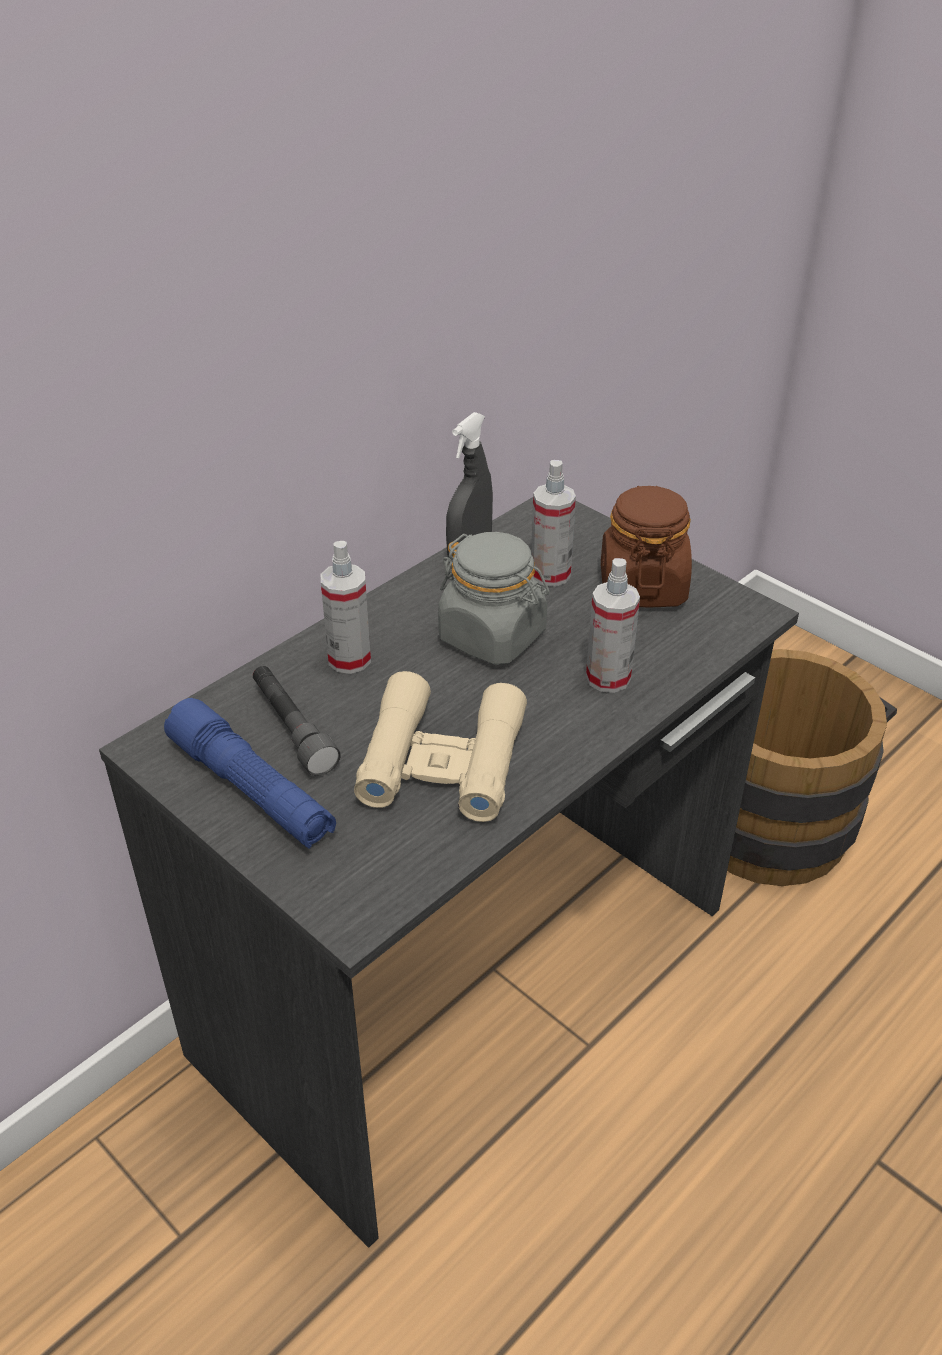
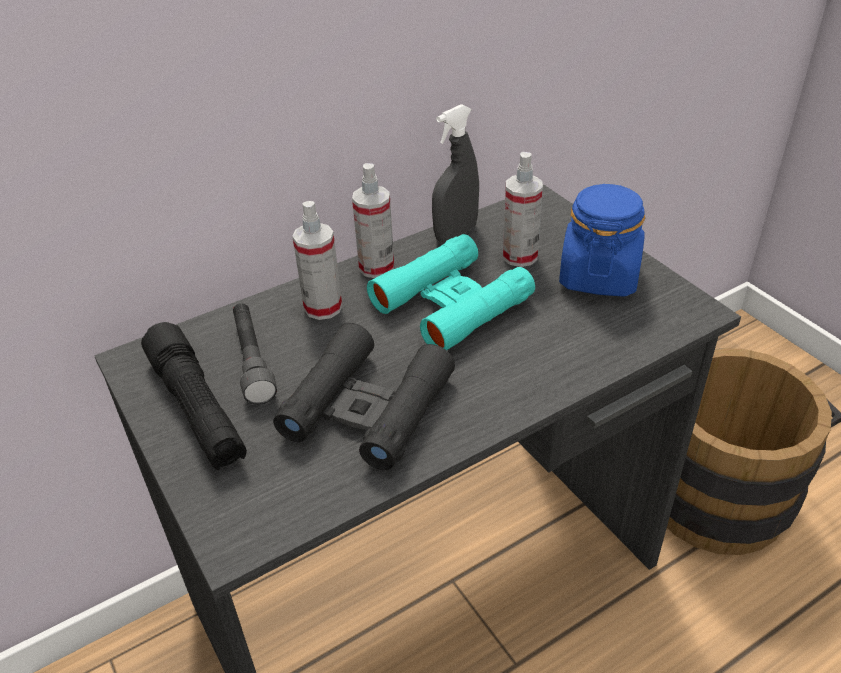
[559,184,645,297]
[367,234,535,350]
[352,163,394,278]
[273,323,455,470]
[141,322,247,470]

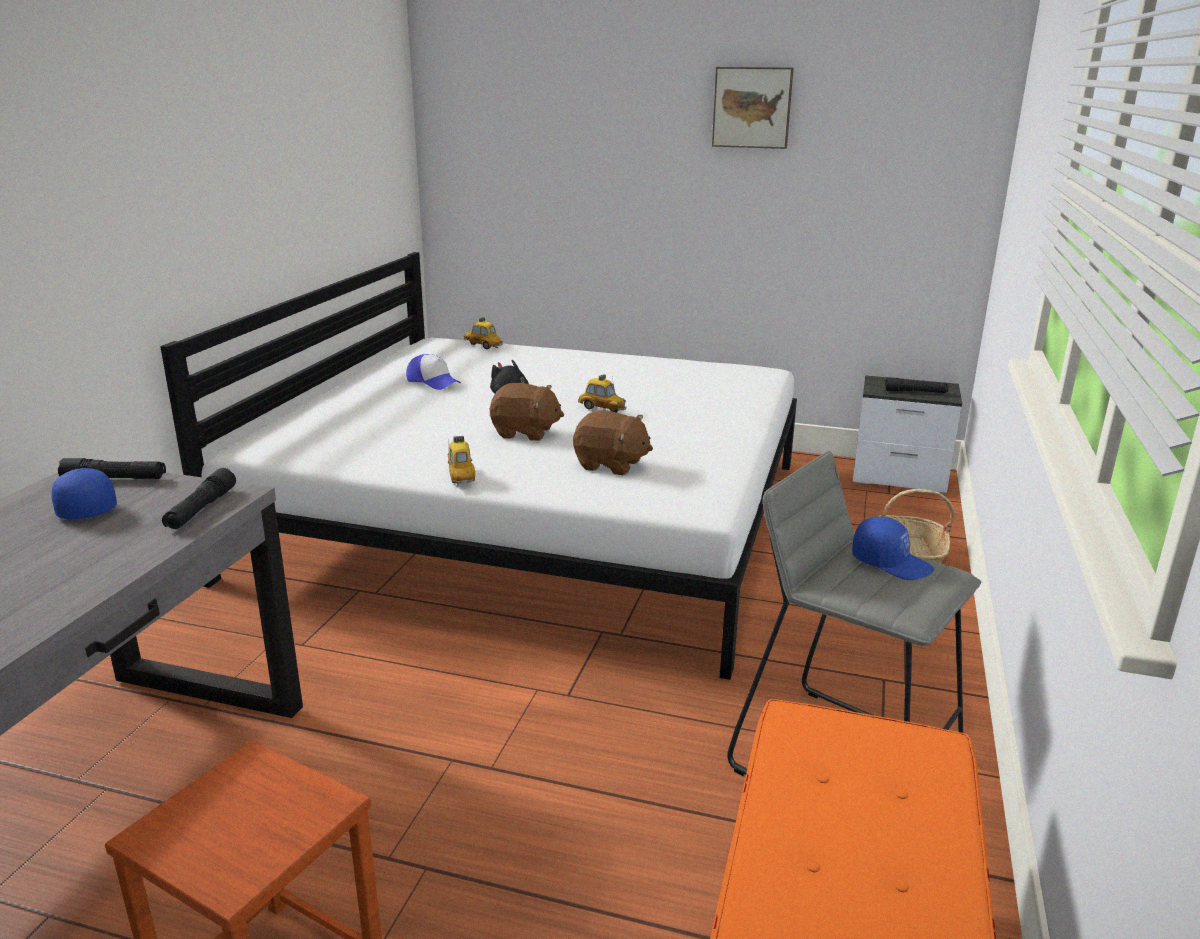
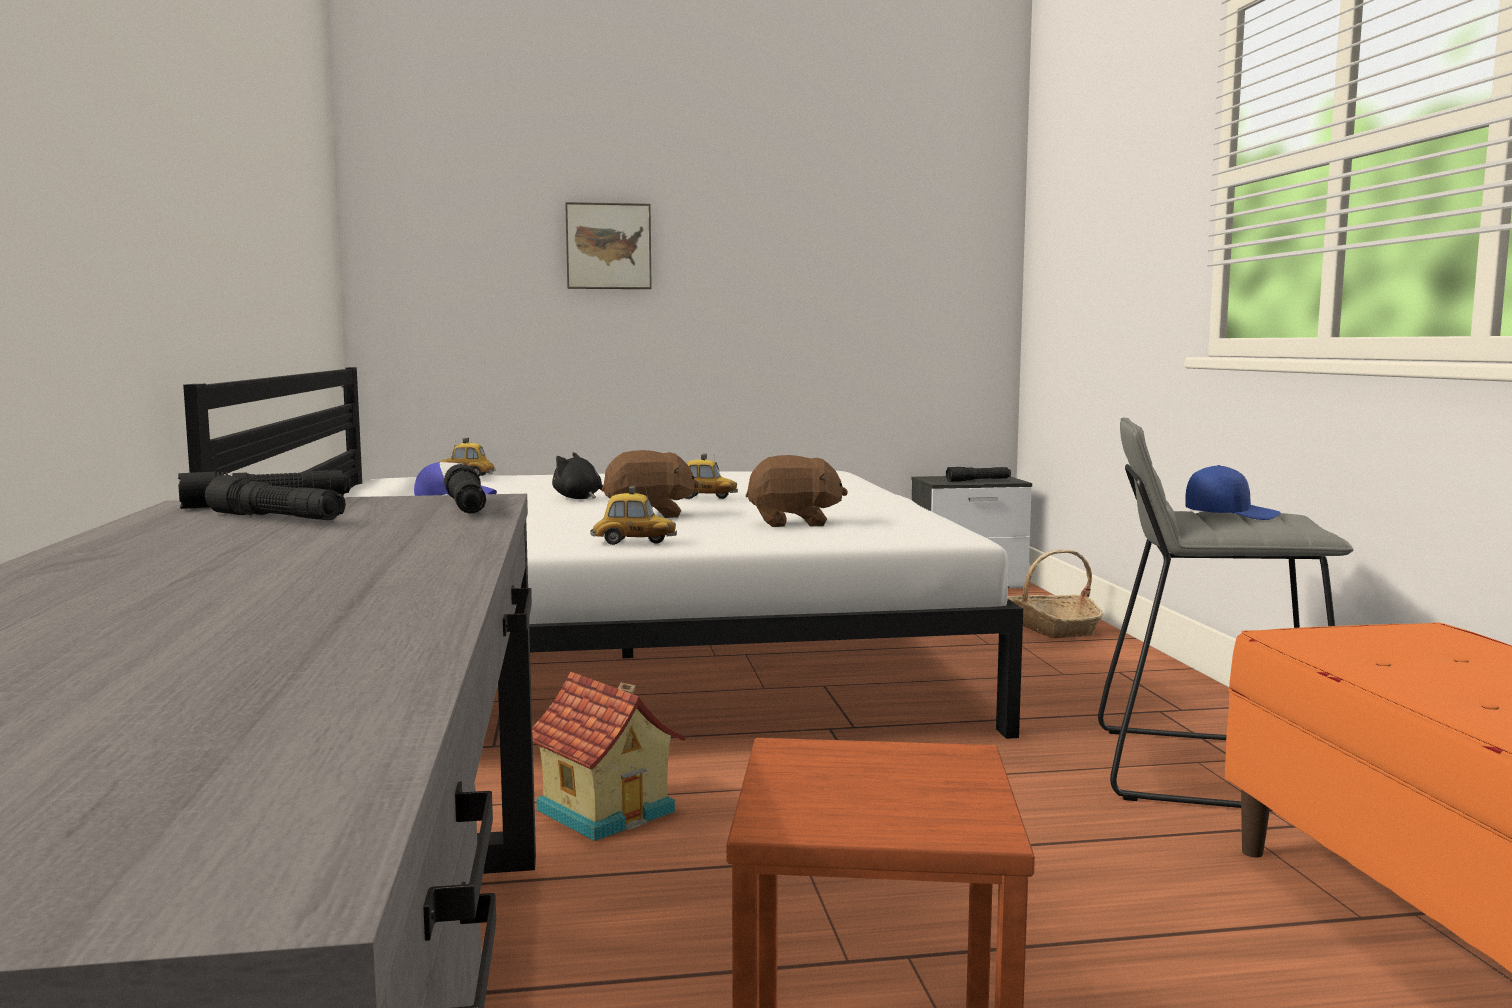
[565,202,652,289]
[590,486,677,545]
[205,476,346,520]
[532,672,686,841]

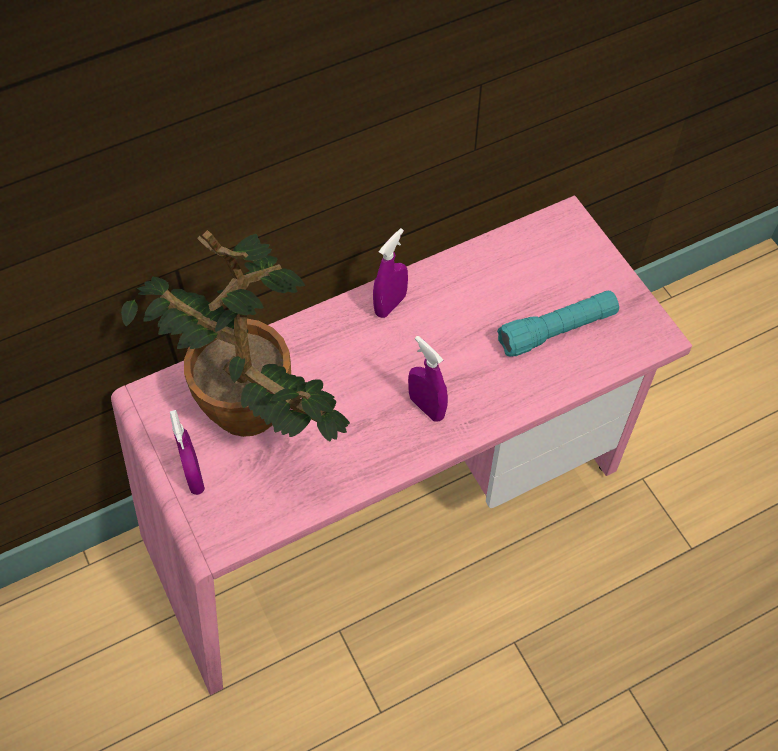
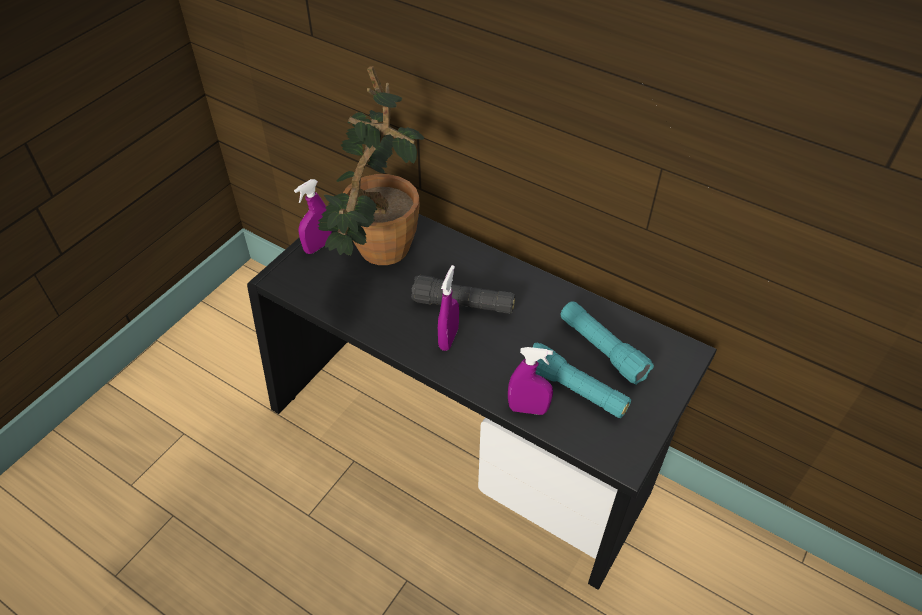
[247,214,717,590]
[508,347,553,415]
[411,275,515,314]
[561,301,654,385]

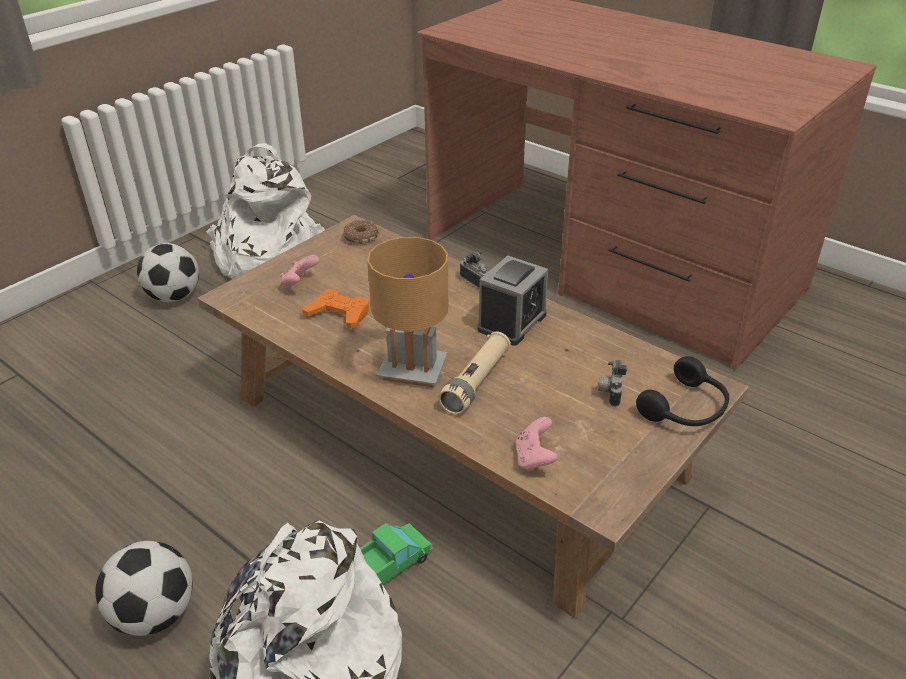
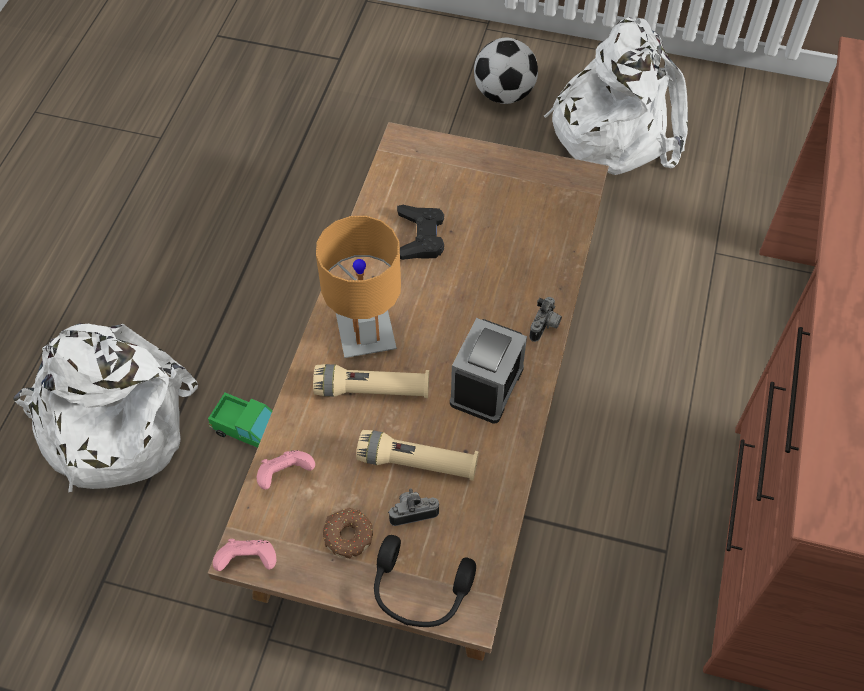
[323,508,373,559]
[213,539,276,571]
[450,318,527,424]
[397,205,444,260]
[95,541,193,636] (first image)
[356,430,479,481]

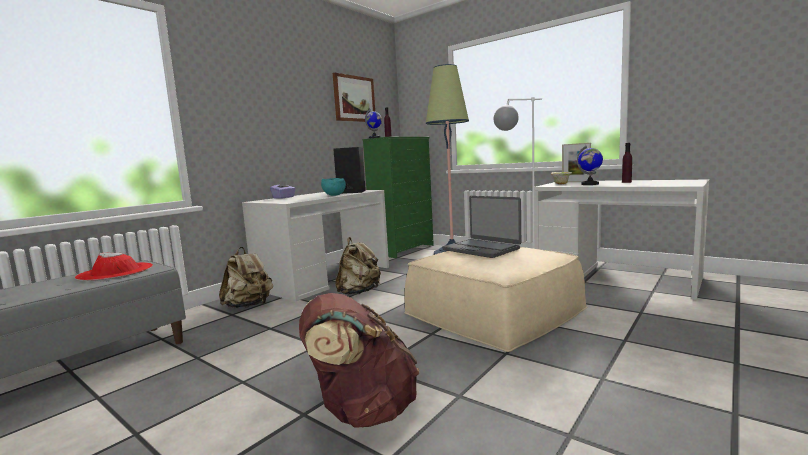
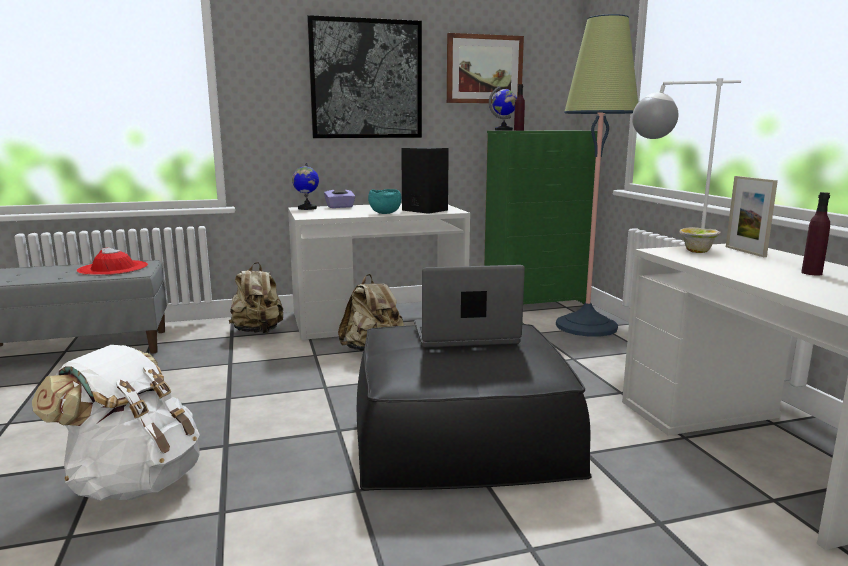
[292,163,319,210]
[414,265,525,348]
[357,324,592,491]
[32,345,200,501]
[307,15,422,138]

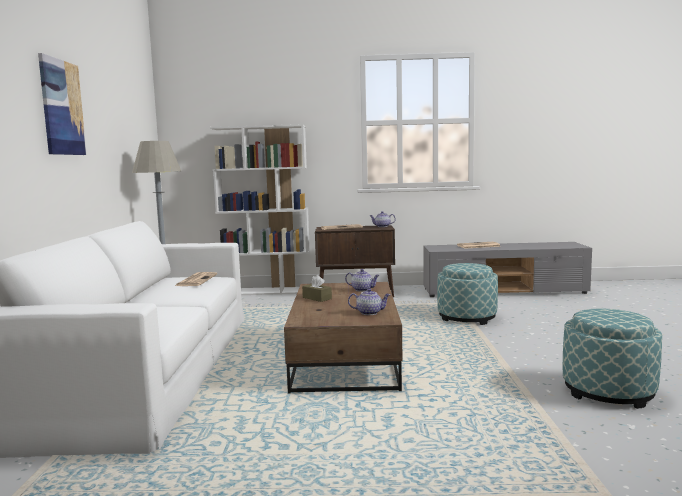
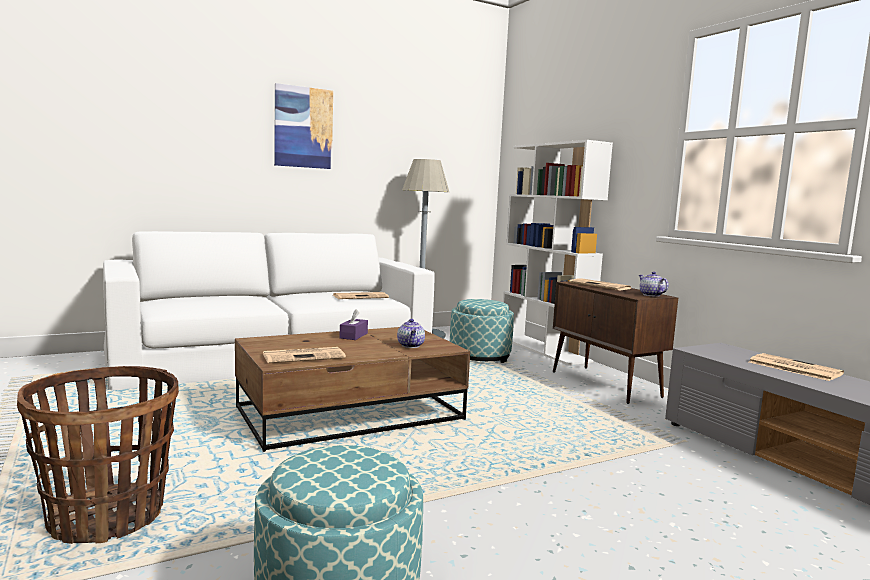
[450,299,514,363]
[339,309,368,340]
[263,347,346,363]
[17,366,179,544]

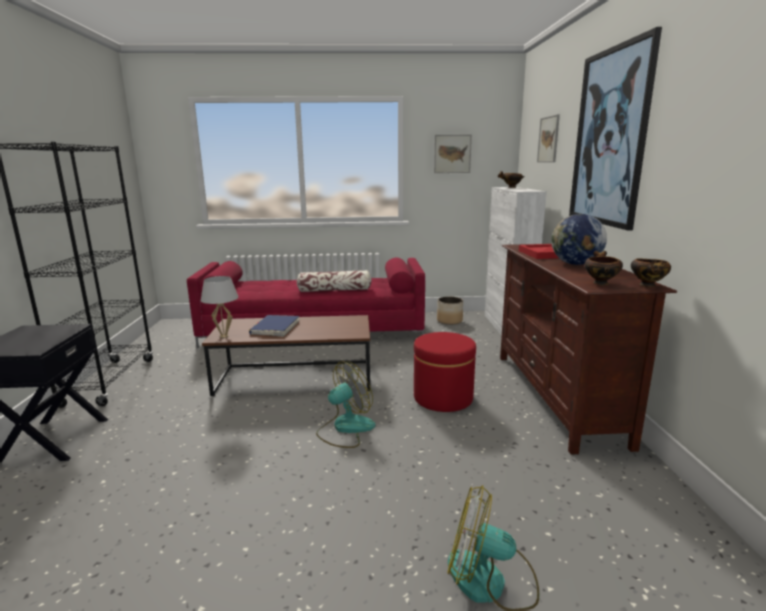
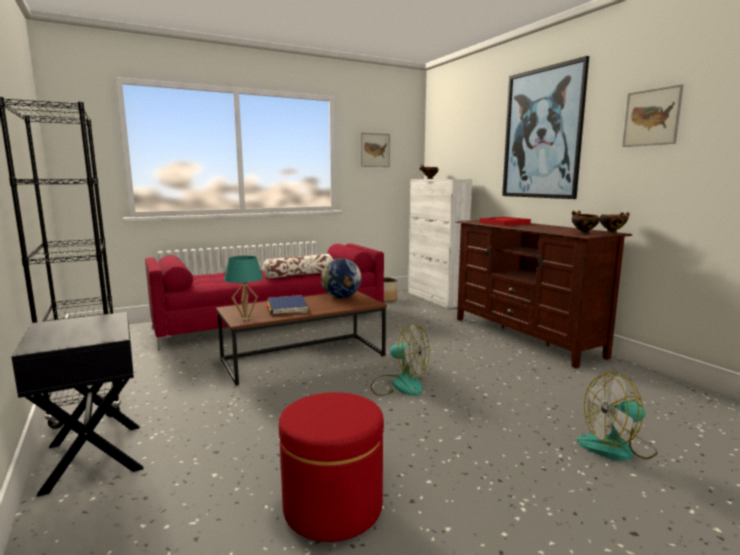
[622,84,684,147]
[321,258,361,298]
[224,256,263,321]
[279,392,384,542]
[371,323,430,396]

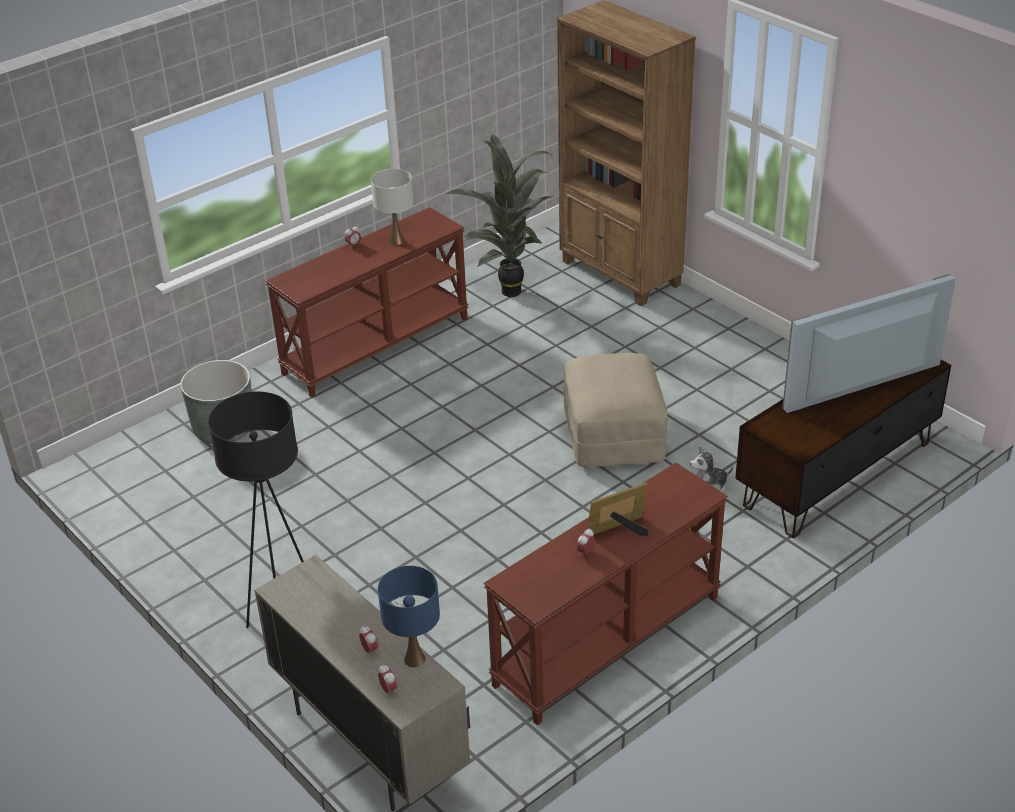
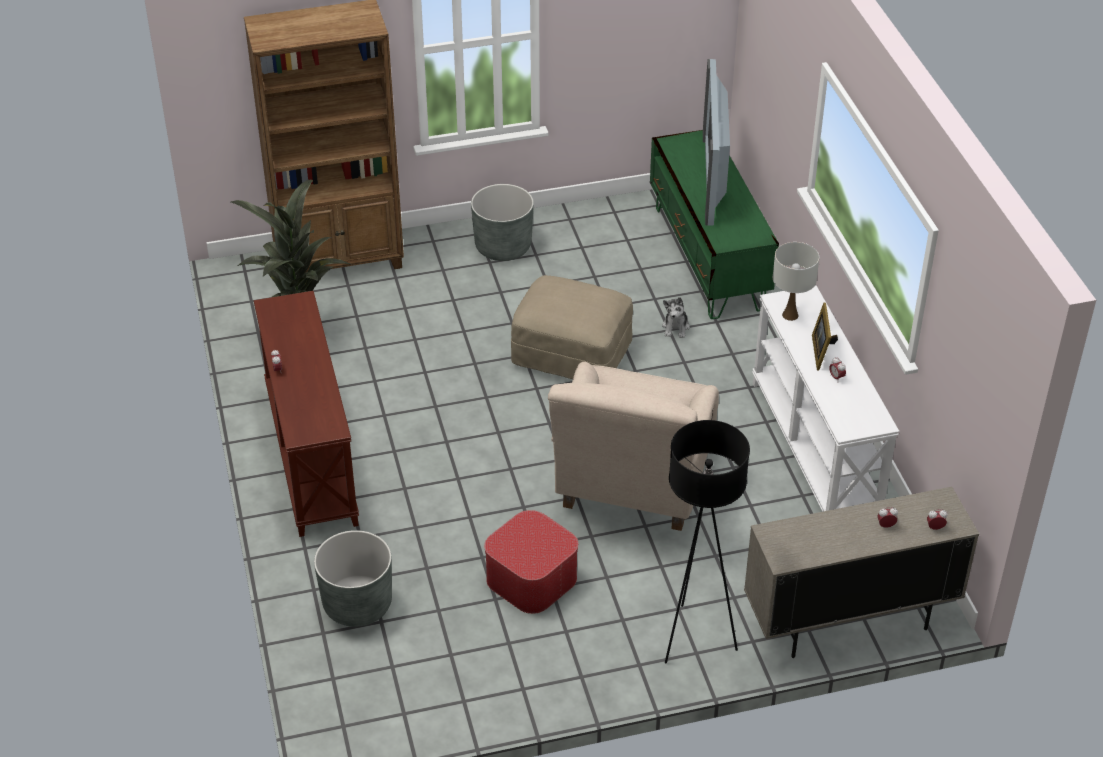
[773,242,819,321]
[650,130,779,319]
[752,285,900,512]
[378,566,440,668] (first image)
[471,184,534,261]
[548,362,719,531]
[484,510,578,614]

